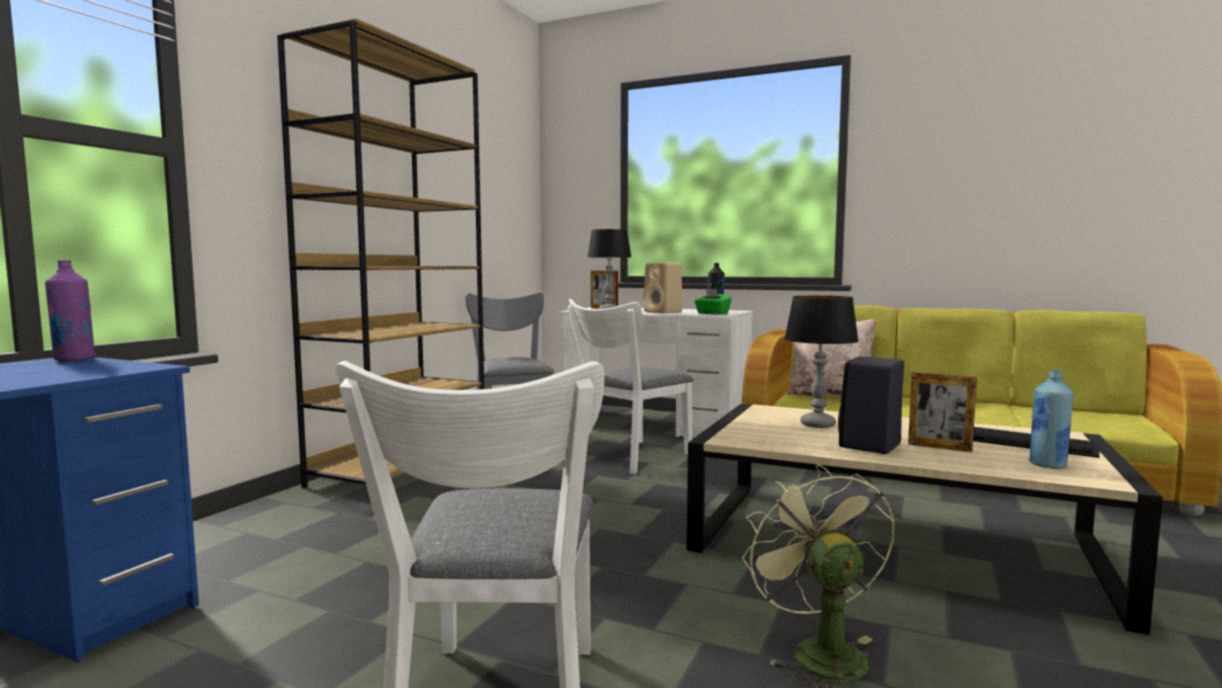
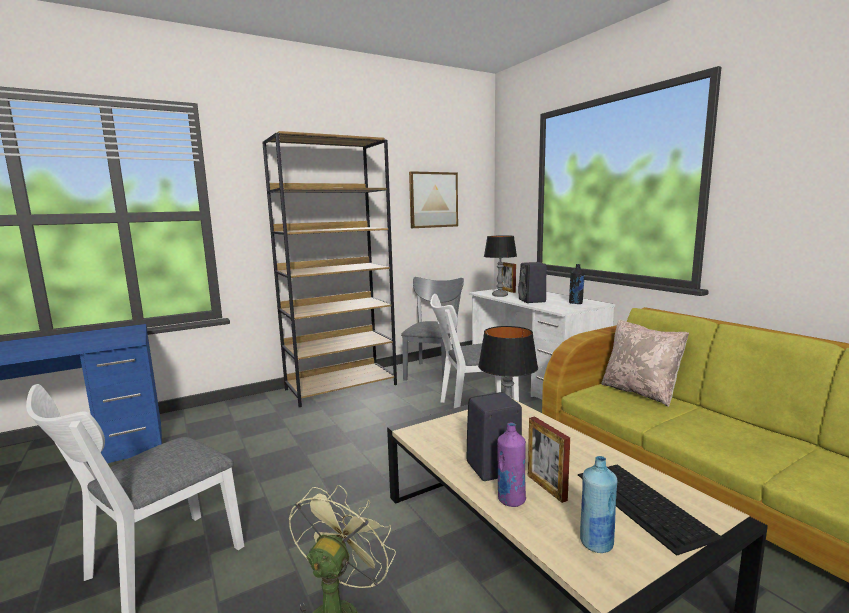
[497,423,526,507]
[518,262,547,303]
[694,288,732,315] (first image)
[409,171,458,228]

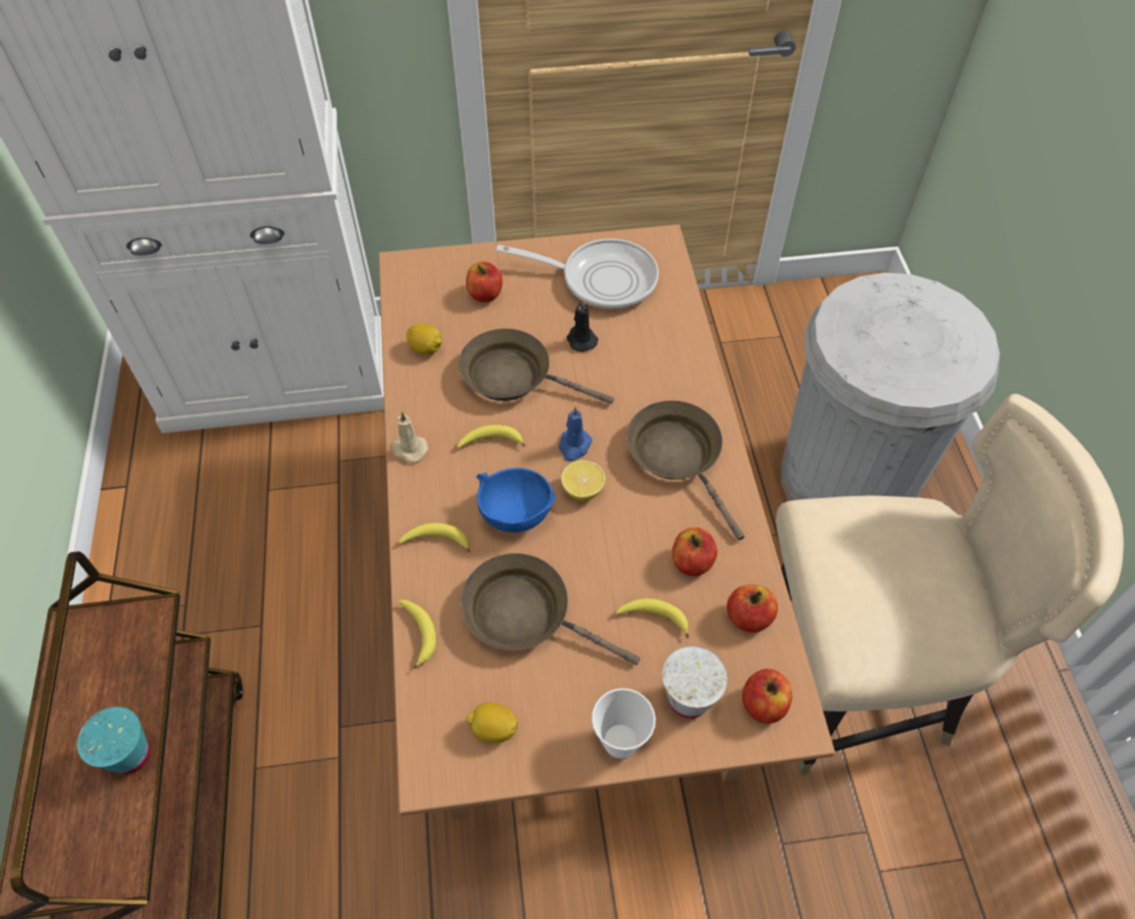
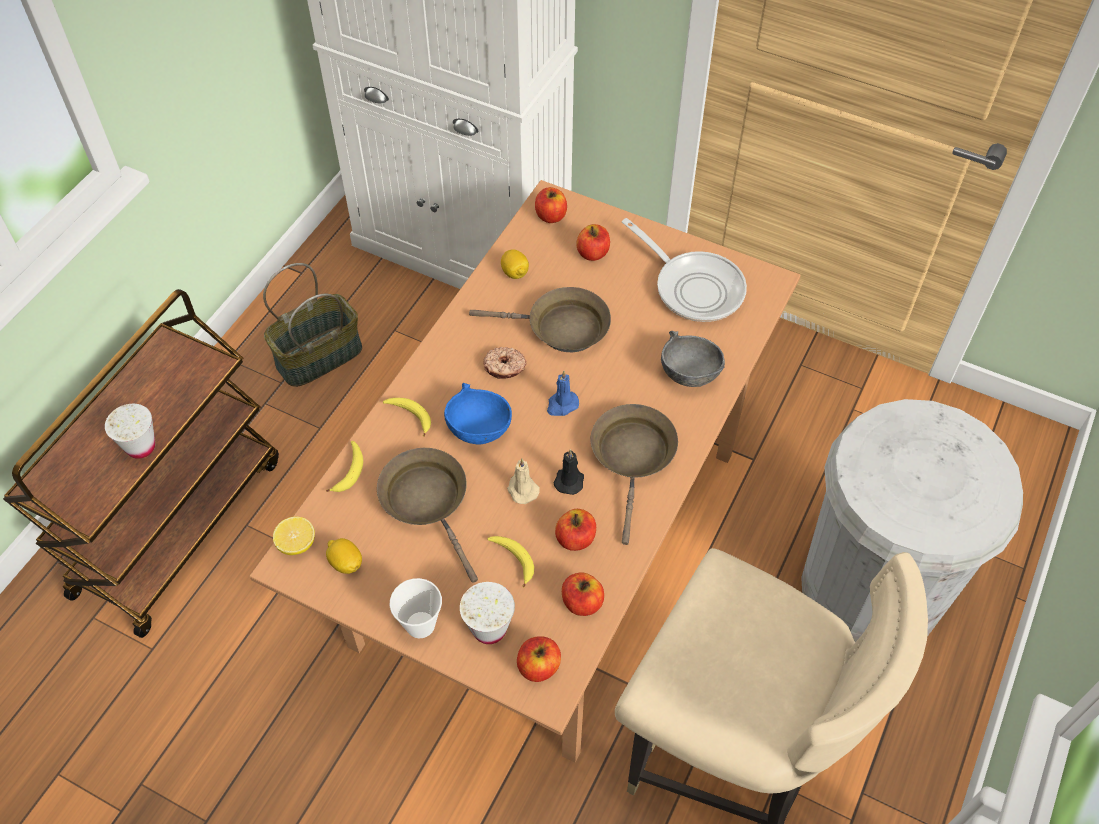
[554,449,584,495]
[469,287,611,352]
[507,459,540,504]
[484,347,526,379]
[273,517,315,555]
[105,404,155,459]
[535,187,567,223]
[263,263,362,387]
[661,331,725,387]

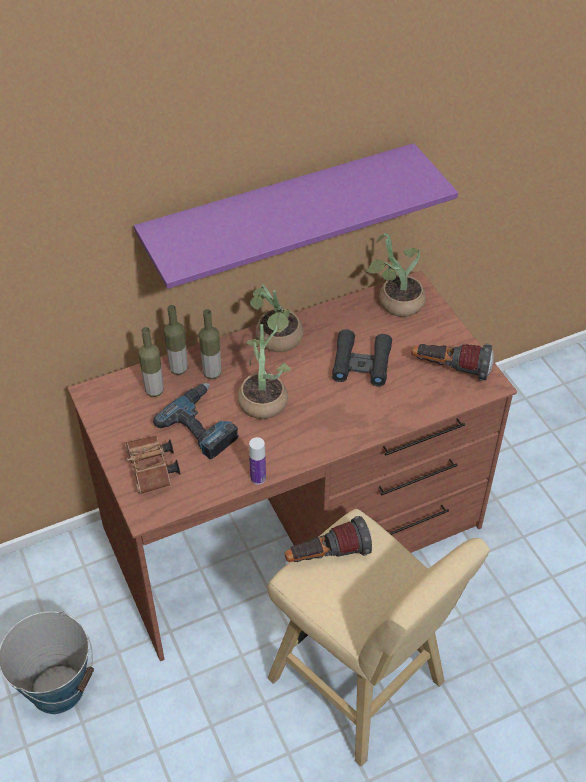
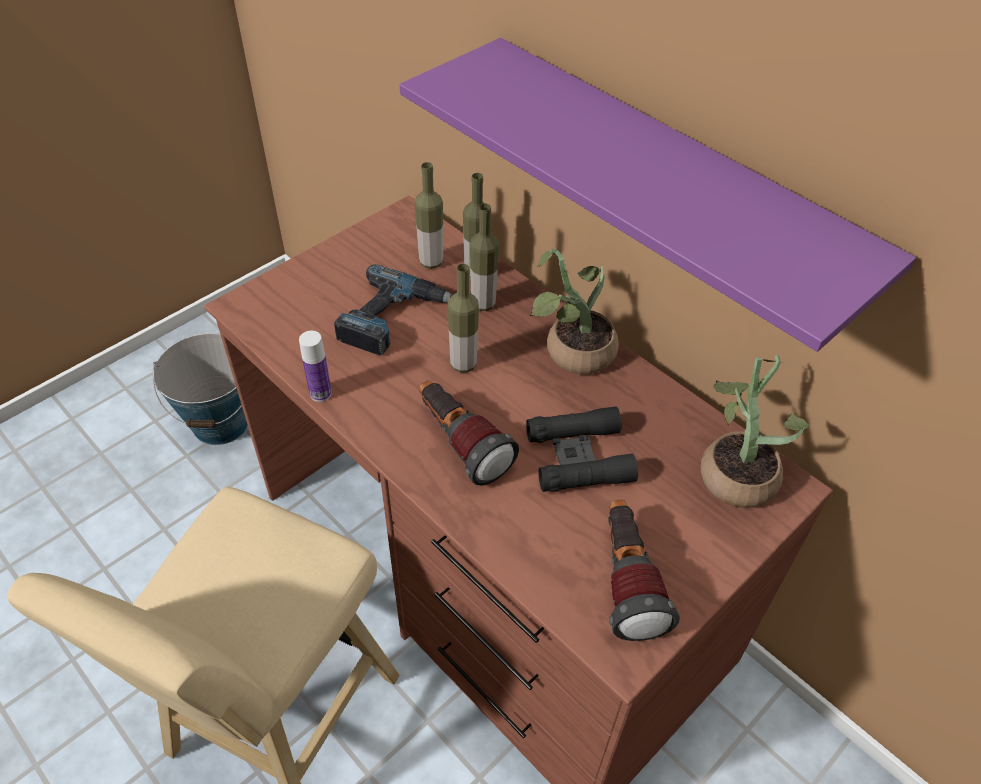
[448,264,479,373]
[124,436,180,494] (first image)
[419,380,519,486]

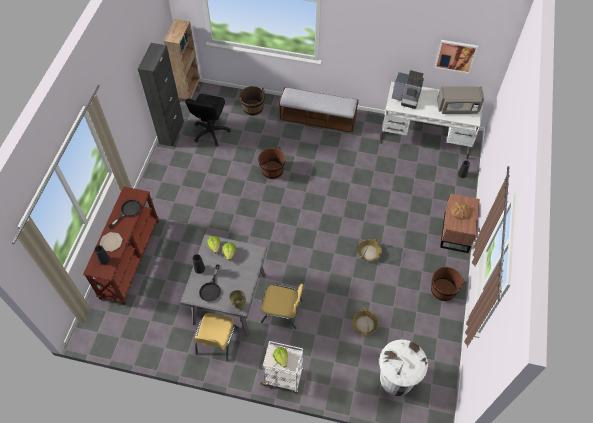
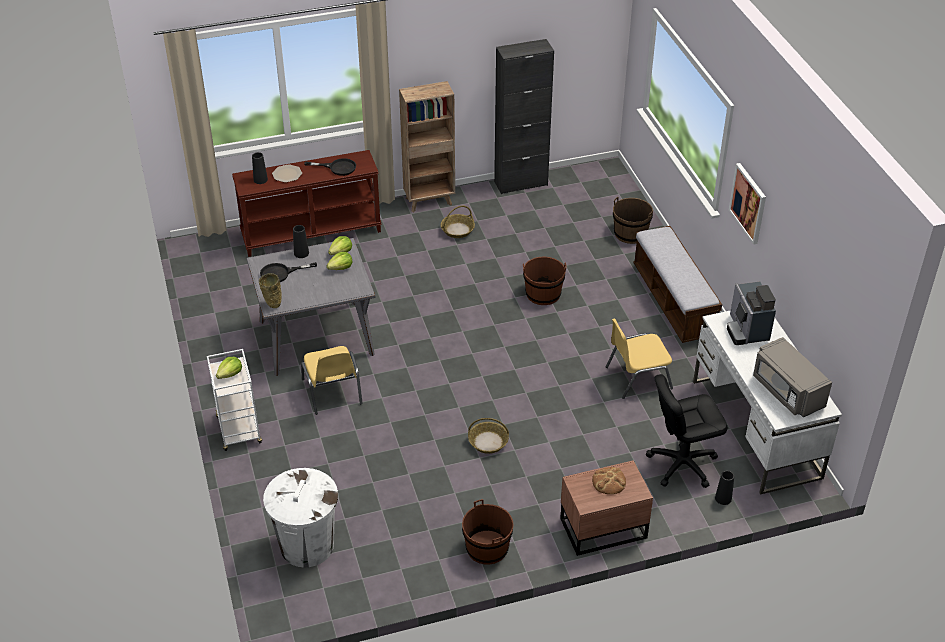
[399,81,455,212]
[729,163,766,245]
[646,374,727,488]
[441,206,475,238]
[606,318,673,399]

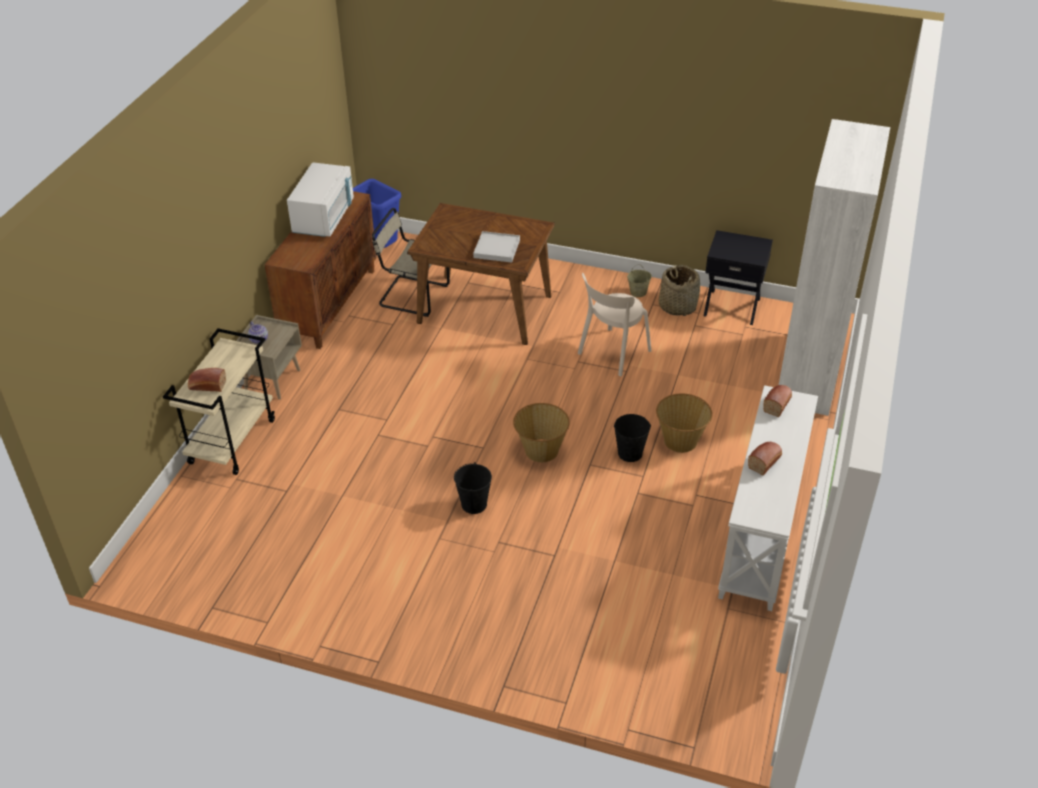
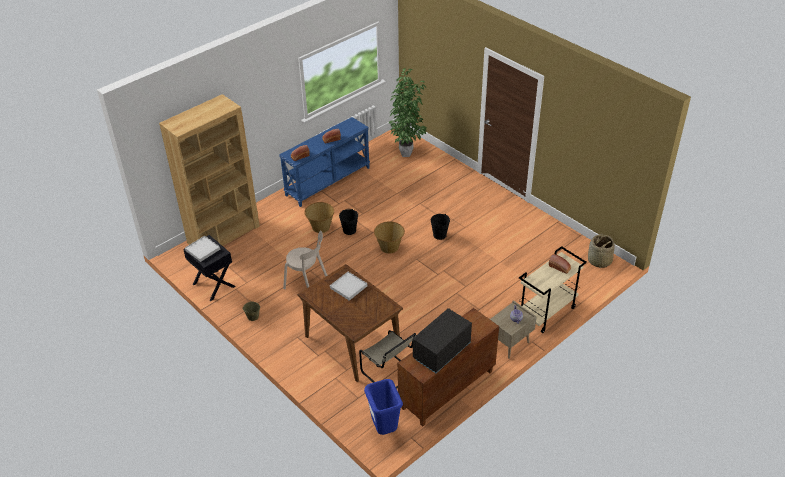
[159,94,260,246]
[413,308,472,373]
[588,234,615,268]
[283,230,327,289]
[279,117,370,207]
[388,68,426,157]
[185,236,220,262]

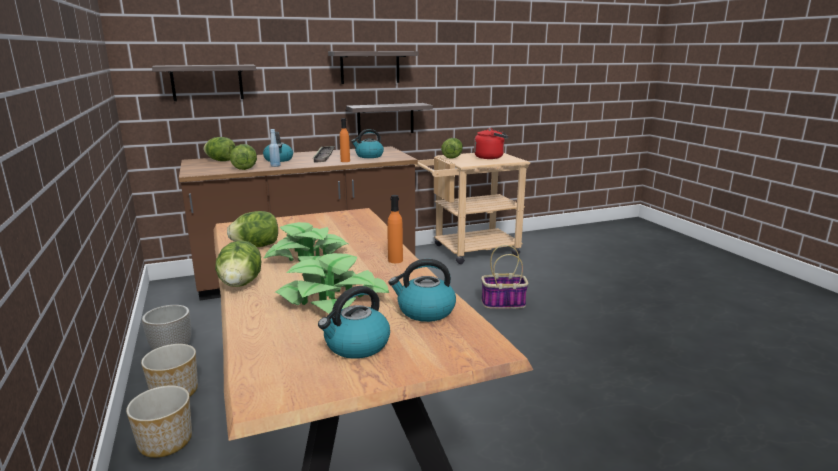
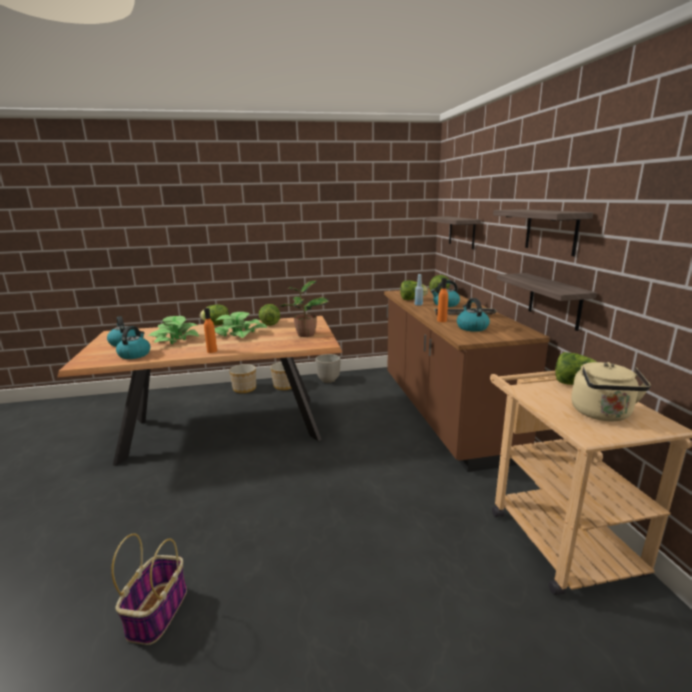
[571,362,651,421]
[111,533,187,645]
[280,280,329,337]

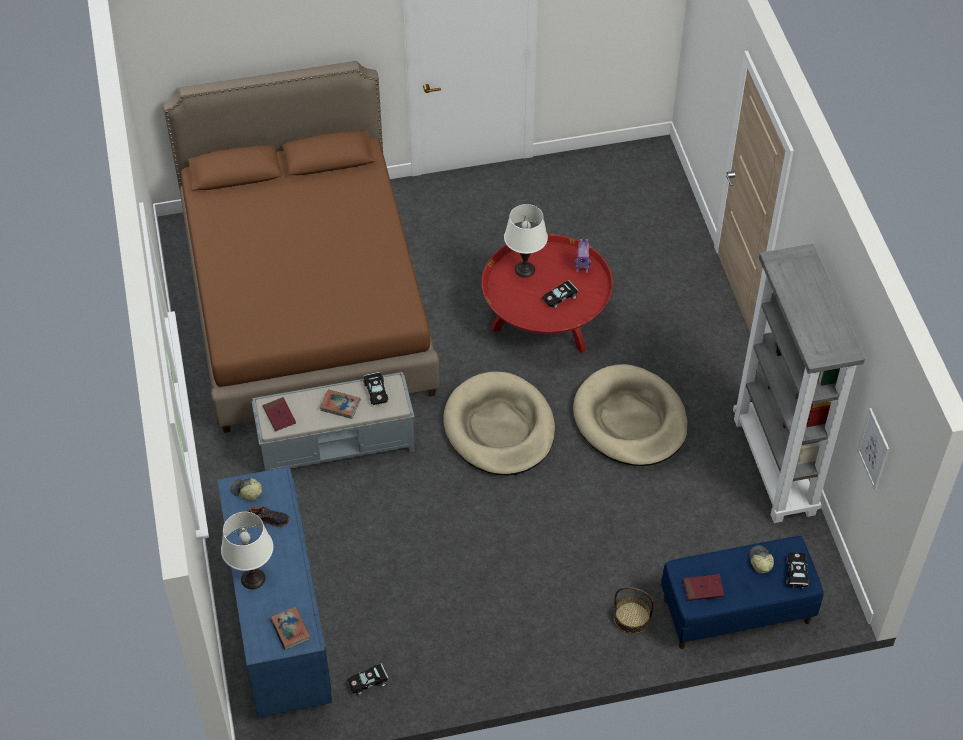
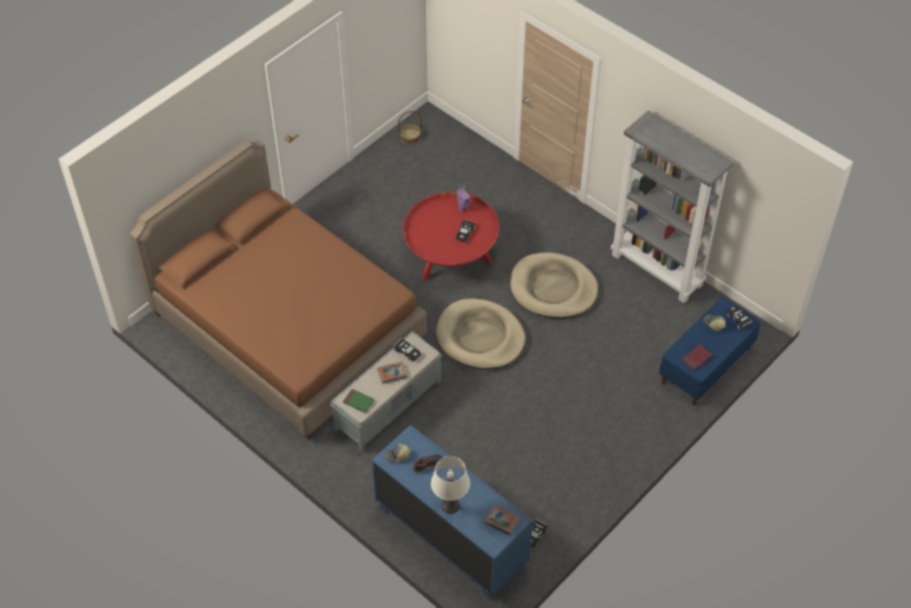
[504,204,548,277] (first image)
[343,389,374,413]
[857,408,889,491] (first image)
[398,111,422,145]

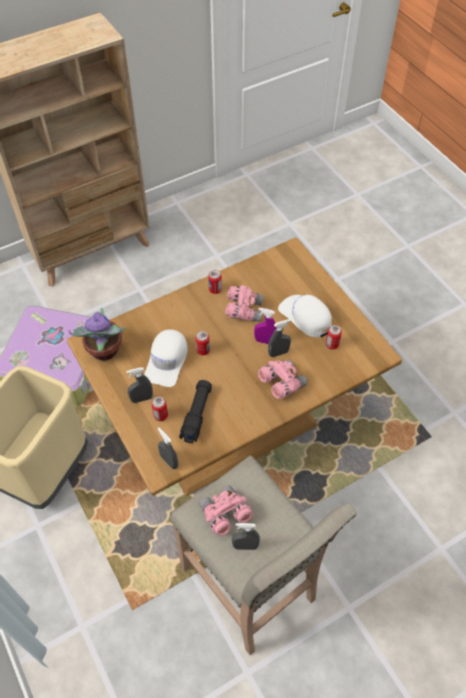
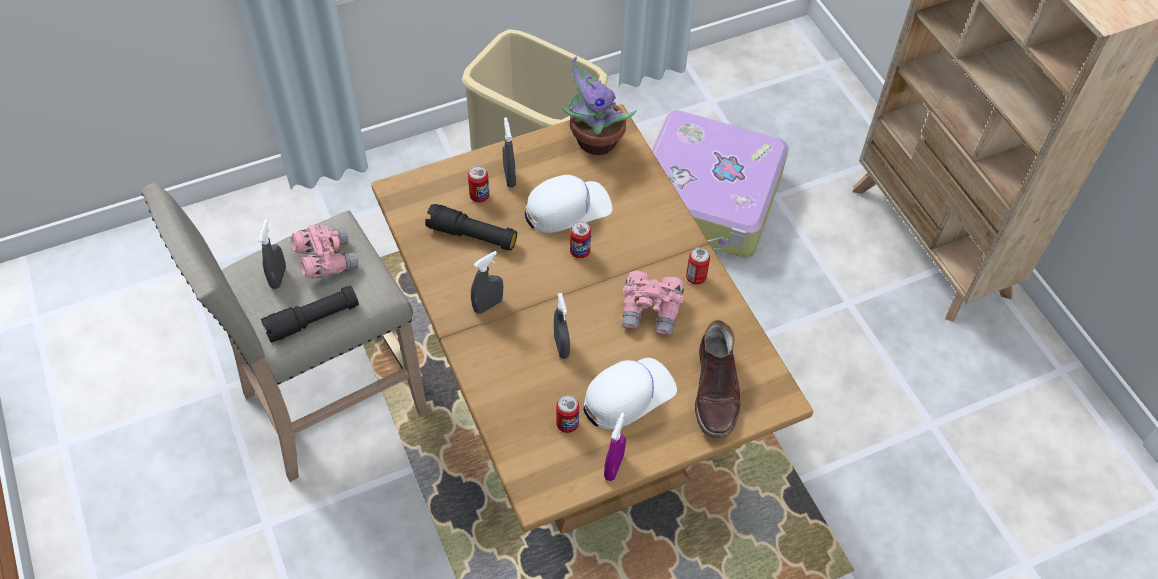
[604,413,626,481]
[525,175,612,233]
[258,359,307,399] (first image)
[471,251,503,314]
[261,286,359,343]
[695,320,741,439]

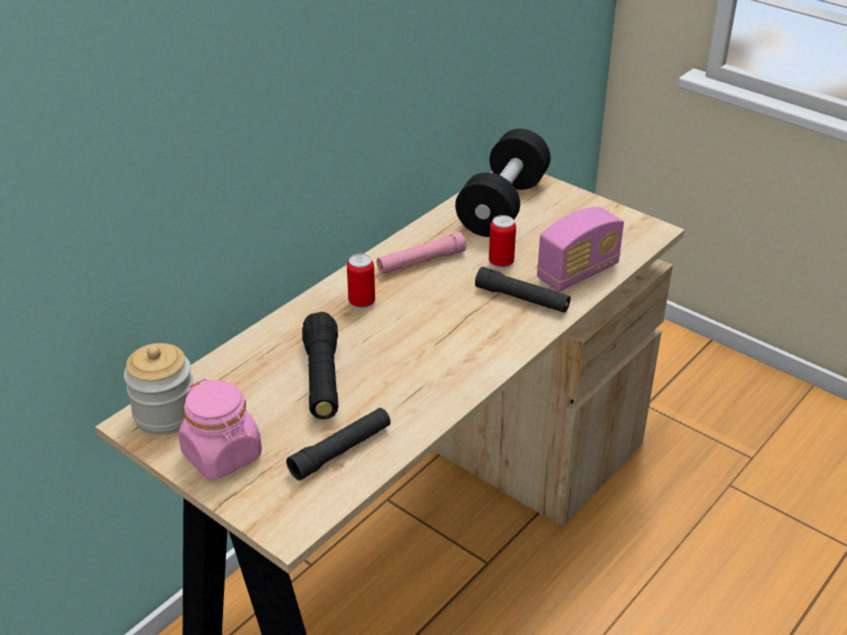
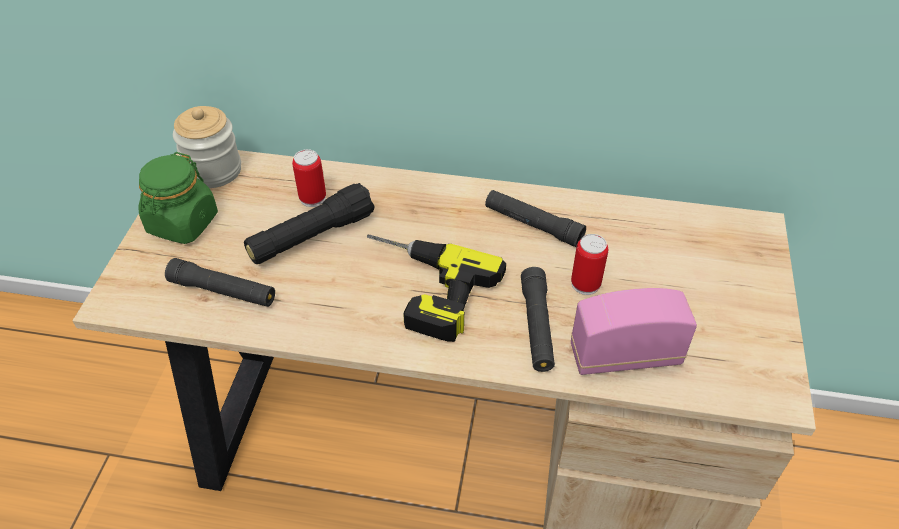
[455,129,551,237] (first image)
[571,288,697,375]
[485,190,586,247]
[292,149,326,207]
[138,152,218,244]
[367,234,506,342]

